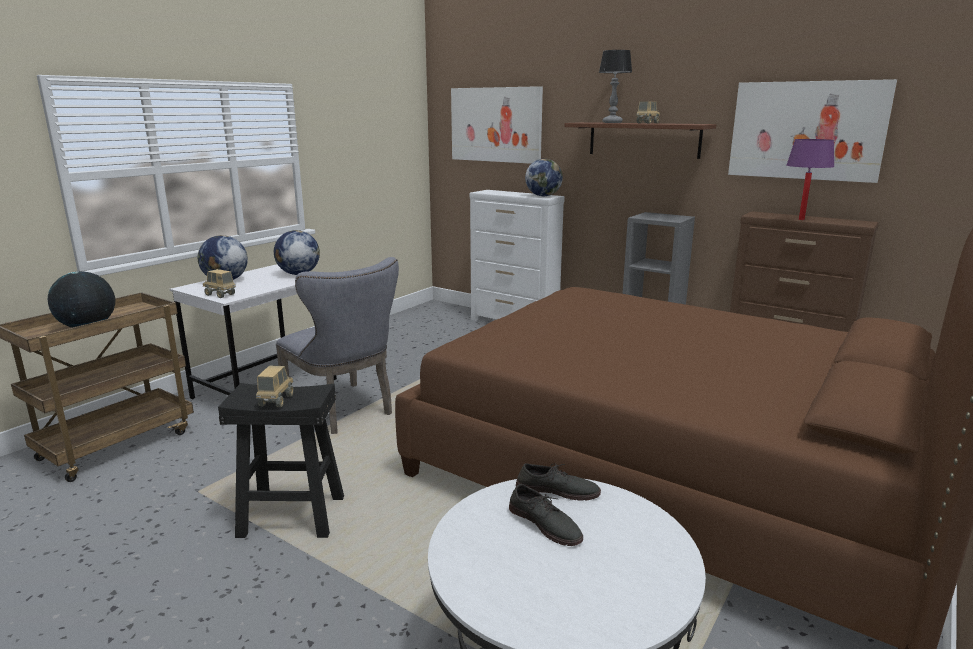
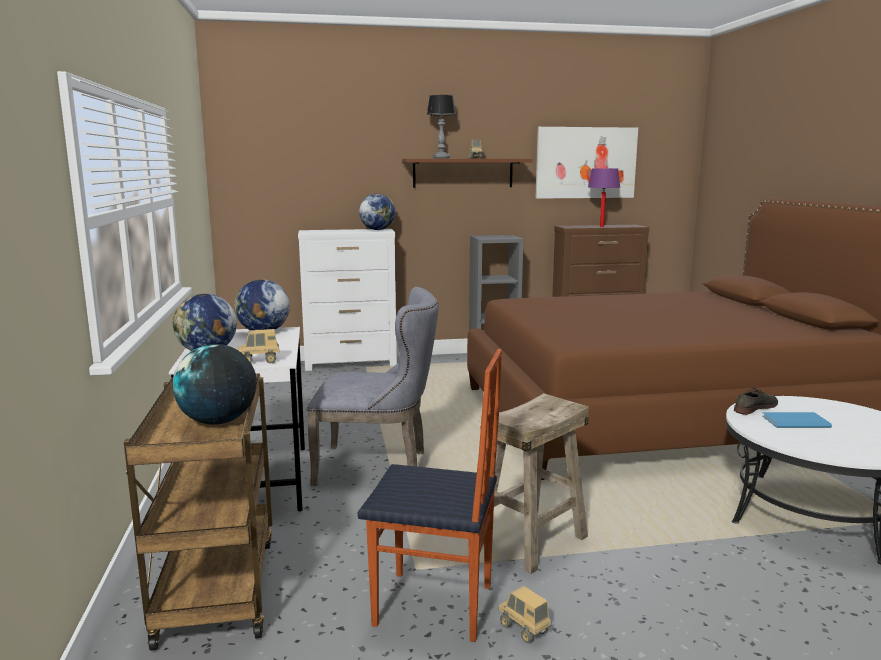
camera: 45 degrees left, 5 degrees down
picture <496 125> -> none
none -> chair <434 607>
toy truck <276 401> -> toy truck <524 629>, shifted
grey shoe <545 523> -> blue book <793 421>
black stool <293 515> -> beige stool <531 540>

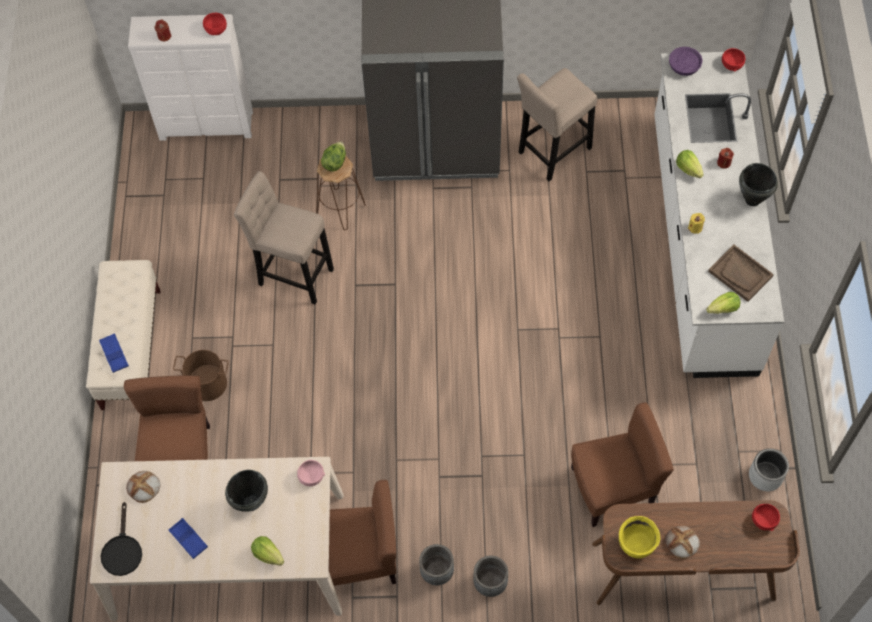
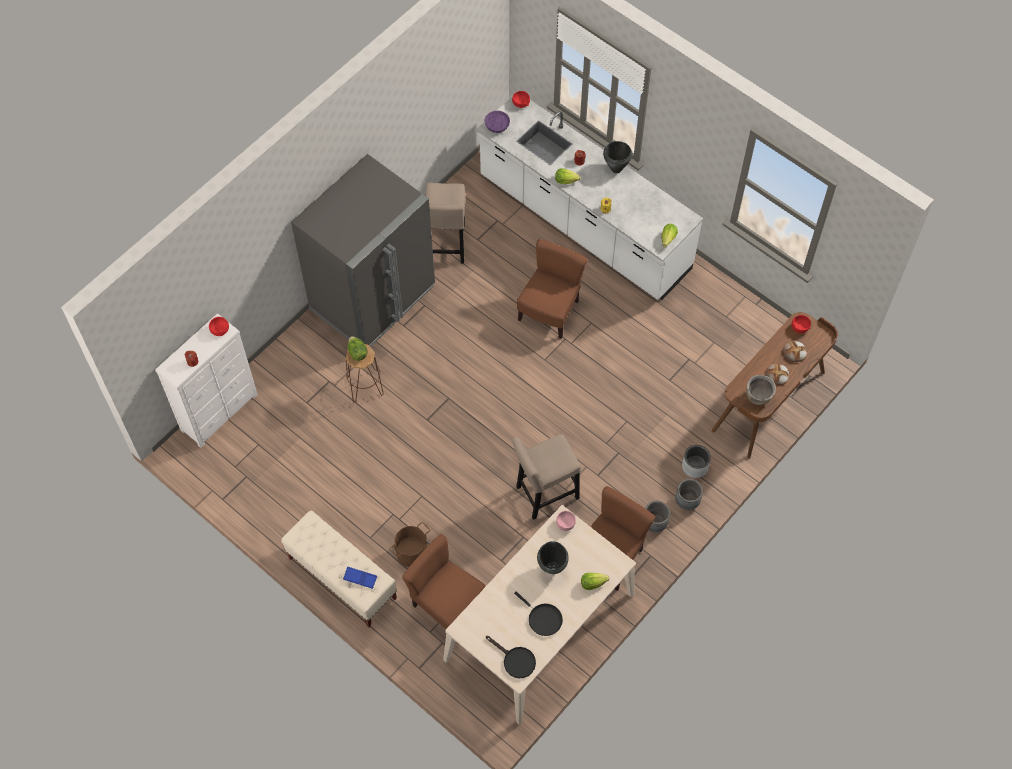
camera: 50 degrees left, 0 degrees up
brown tray <740 274> -> none
bread <144 487> -> bread <794 353>, shifted
beige stool <292 274> -> beige stool <544 494>, shifted
brown chair <612 488> -> brown chair <549 311>, shifted
grey planter <765 476> -> grey planter <695 466>, shifted
blue tray <188 539> -> black frying pan <543 619>
yellow cooking pot <636 545> -> brown cooking pot <758 397>

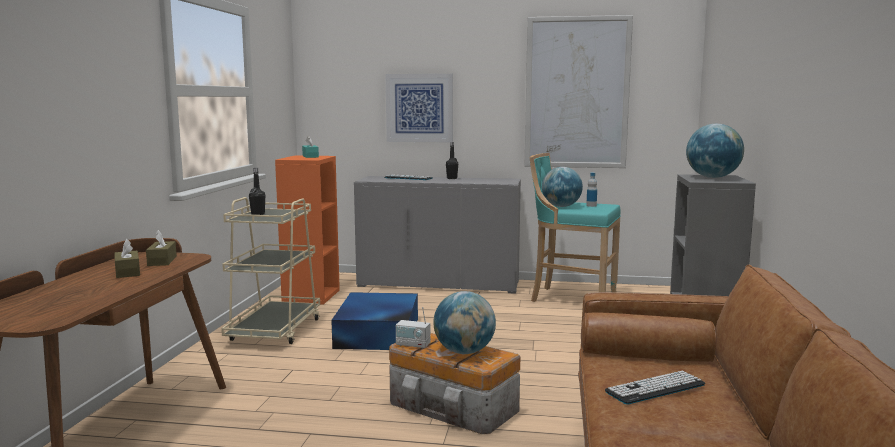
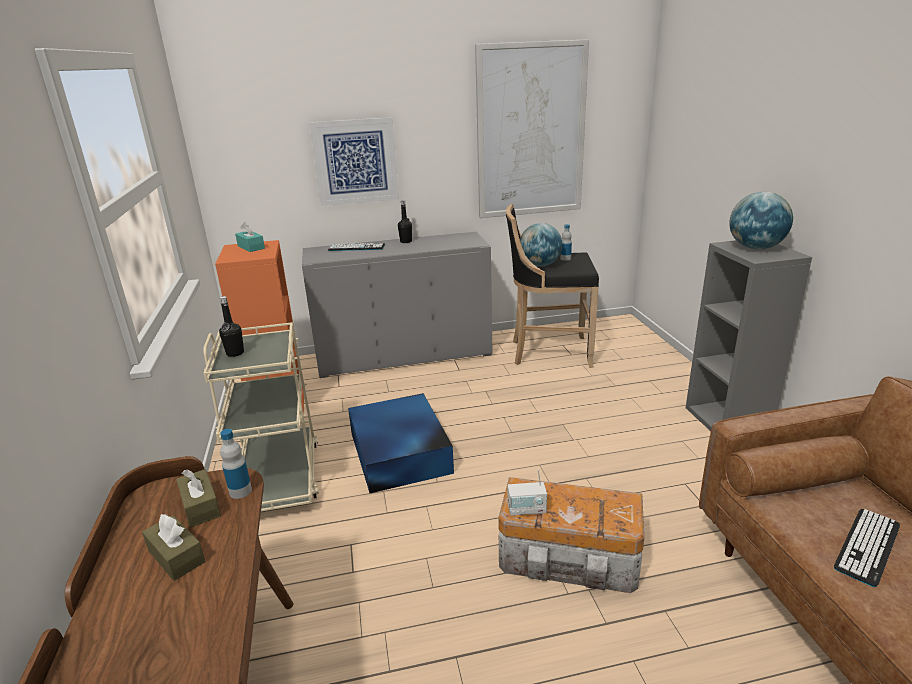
camera: 20 degrees left, 15 degrees up
globe <464 352> -> none
none -> bottle <240 491>
turquoise stool <571 298> -> black stool <548 352>

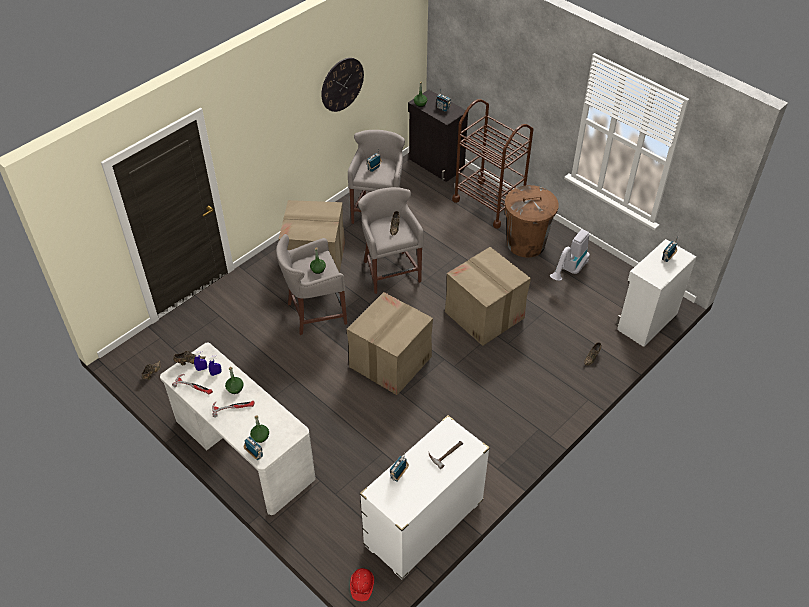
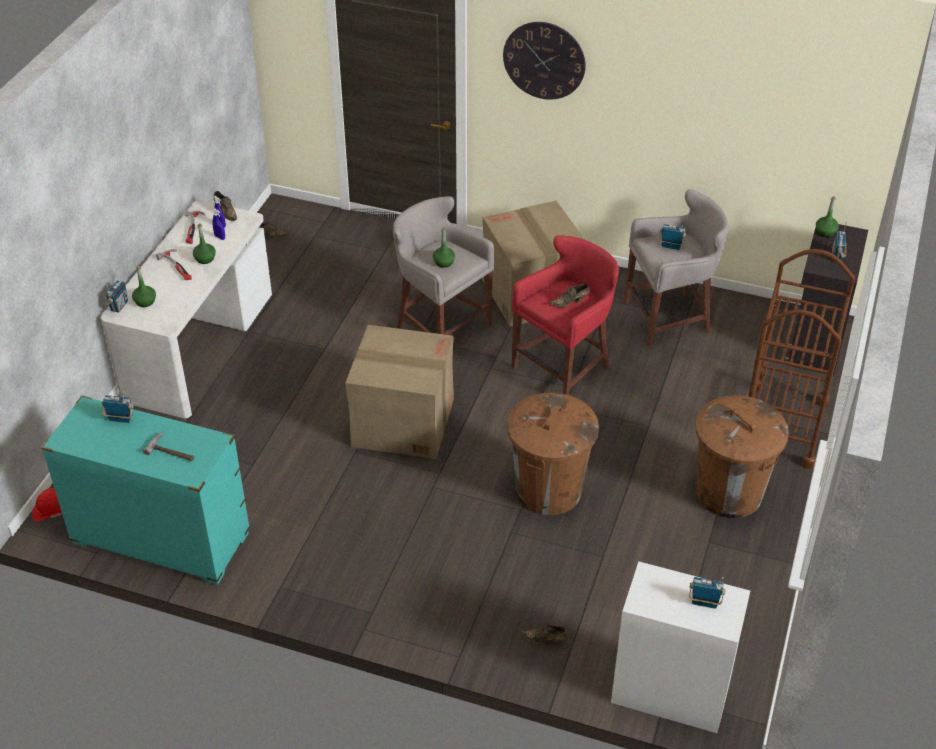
camera: 65 degrees right, 5 degrees down
vacuum cleaner <569 271> -> none
wall clock <342 84> -> wall clock <544 60>, shifted
cardboard box <485 315> -> brown trash can <548 490>
grey stool <390 270> -> red stool <564 368>
white dresser <424 524> -> turquoise dresser <161 539>

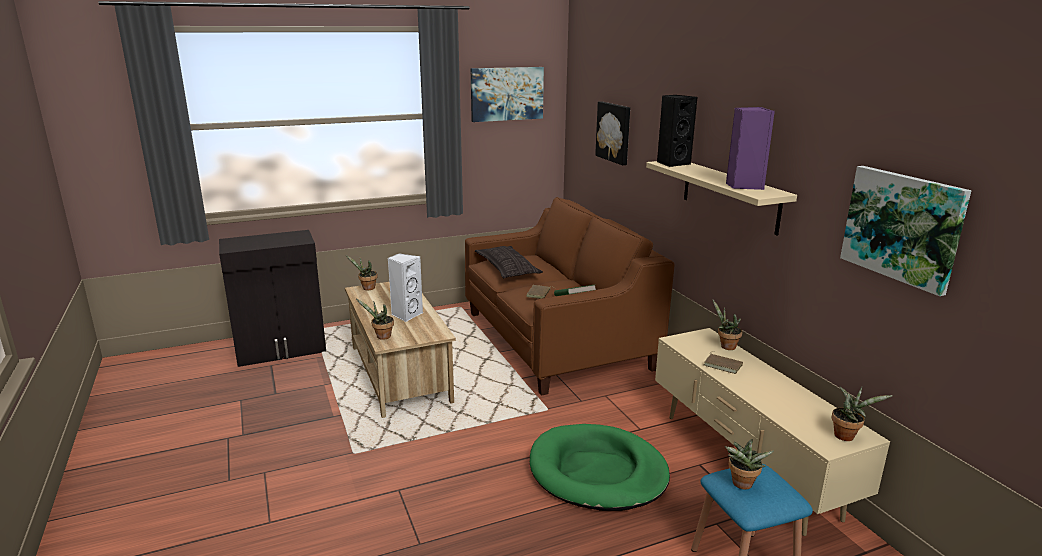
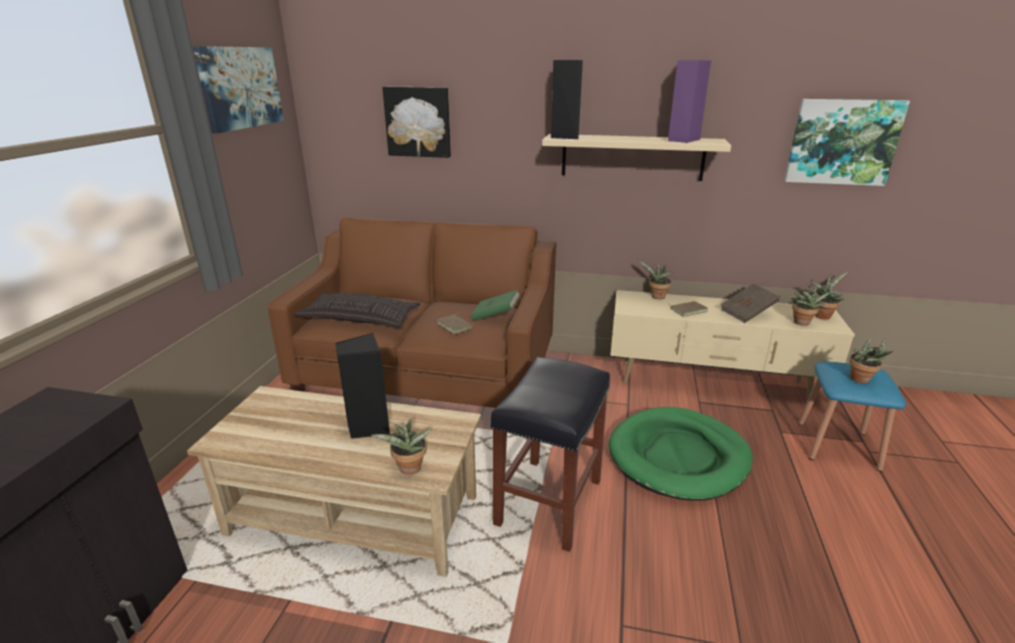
camera: 55 degrees left, 5 degrees up
none -> black stool <549 501>
none -> brown book <747 313>
potted plant <367 288> -> potted plant <802 323>, shifted
white speaker <406 315> -> black speaker <368 427>

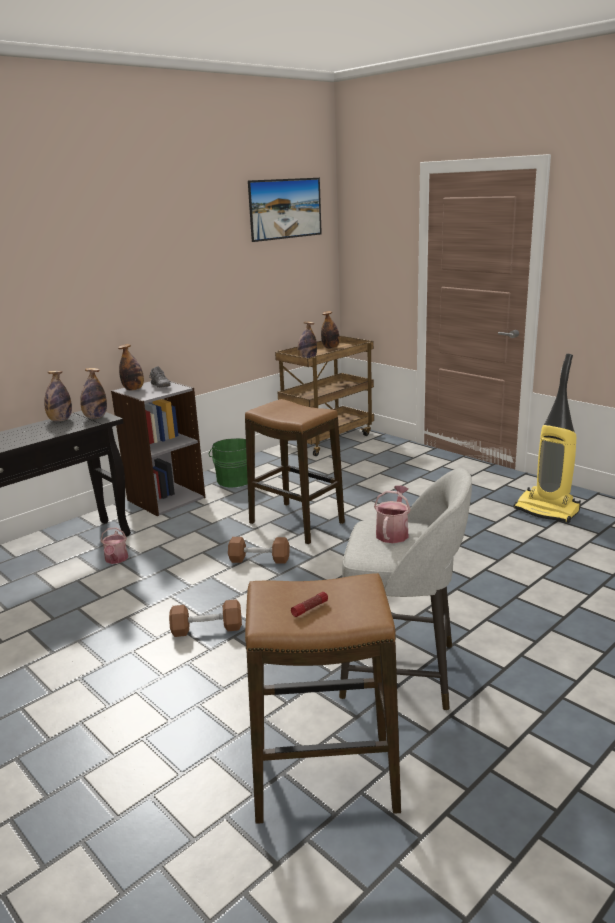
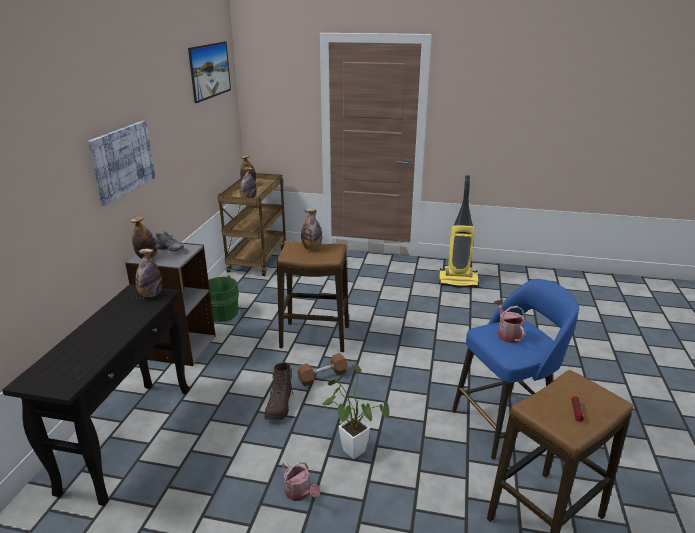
camera: 35 degrees left, 5 degrees up
none -> picture <122 160>
none -> brown boot <280 406>
bottle <60 420> -> bottle <312 248>, shifted
watering can <116 560> -> watering can <300 493>, shifted
brown dumbbell <207 629> -> potted plant <351 448>
grey stool <403 671> -> blue stool <504 423>

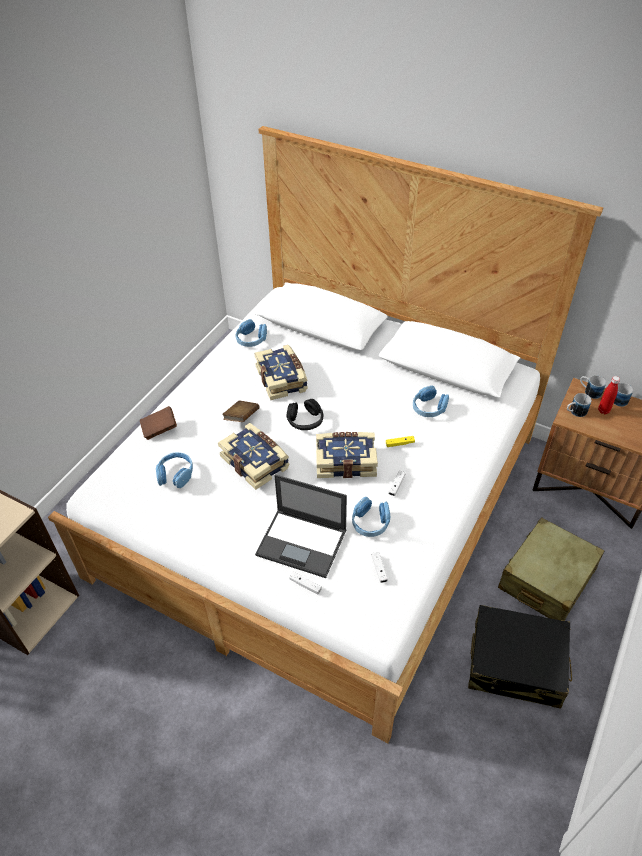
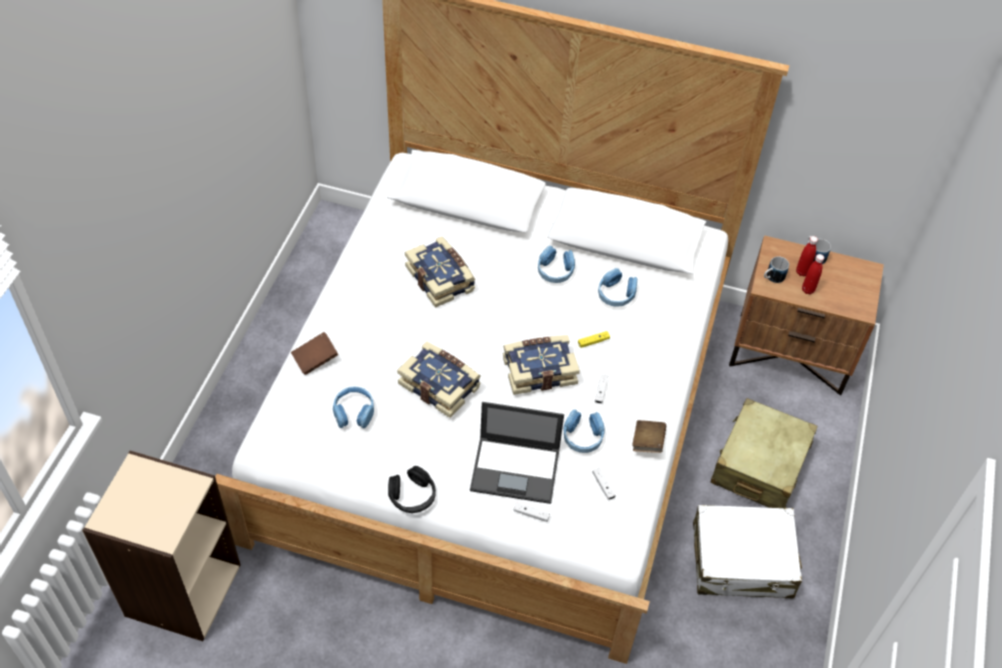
camera: 15 degrees left, 5 degrees up
mug <589 391> -> none
none -> red bottle <807 290>
brown book <241 418> -> brown book <647 442>, shifted
blue headphones <251 339> -> blue headphones <555 271>, shifted
black headphones <305 421> -> black headphones <412 496>, shifted
black suitcase <516 664> -> white suitcase <742 561>

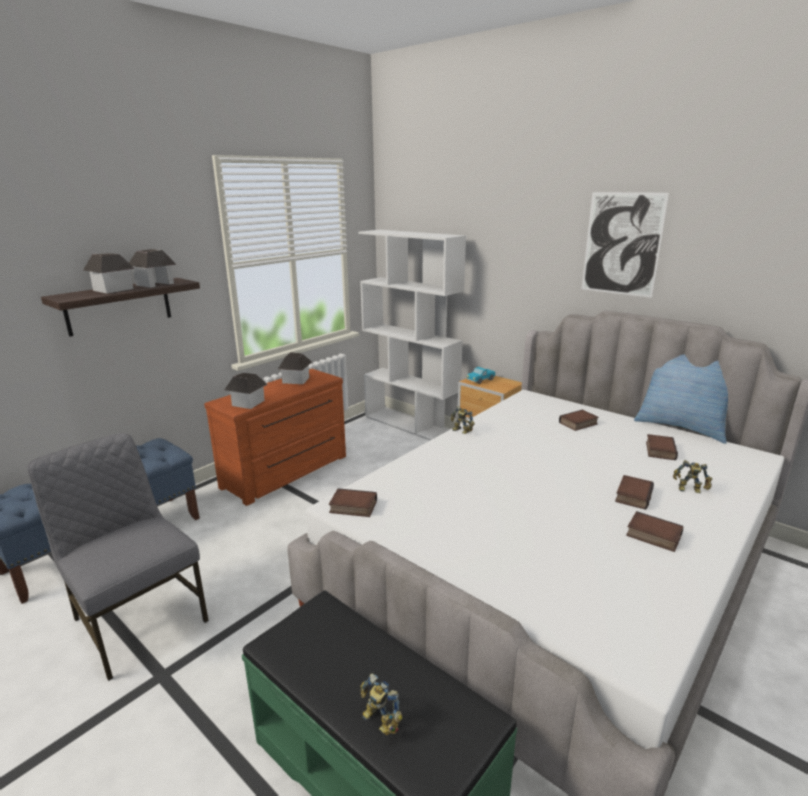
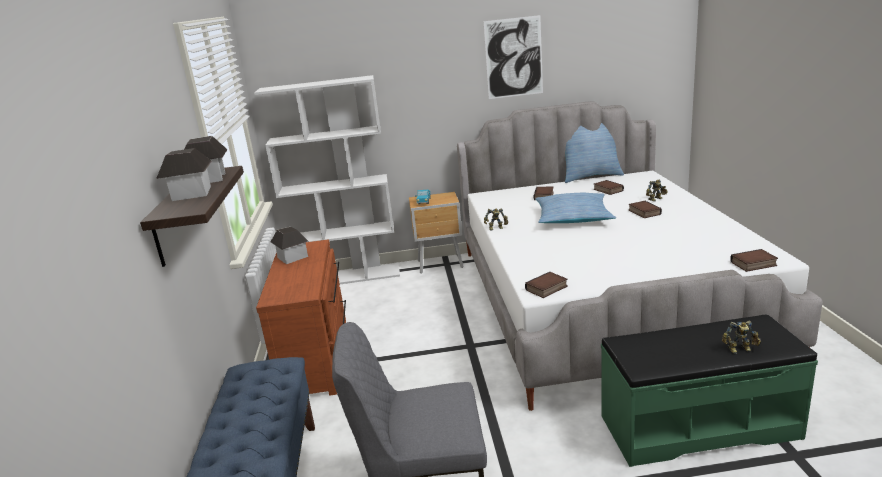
camera: 45 degrees left, 0 degrees up
toy house <248 403> -> none
none -> pillow <573 217>
book <652 536> -> book <753 264>, shifted

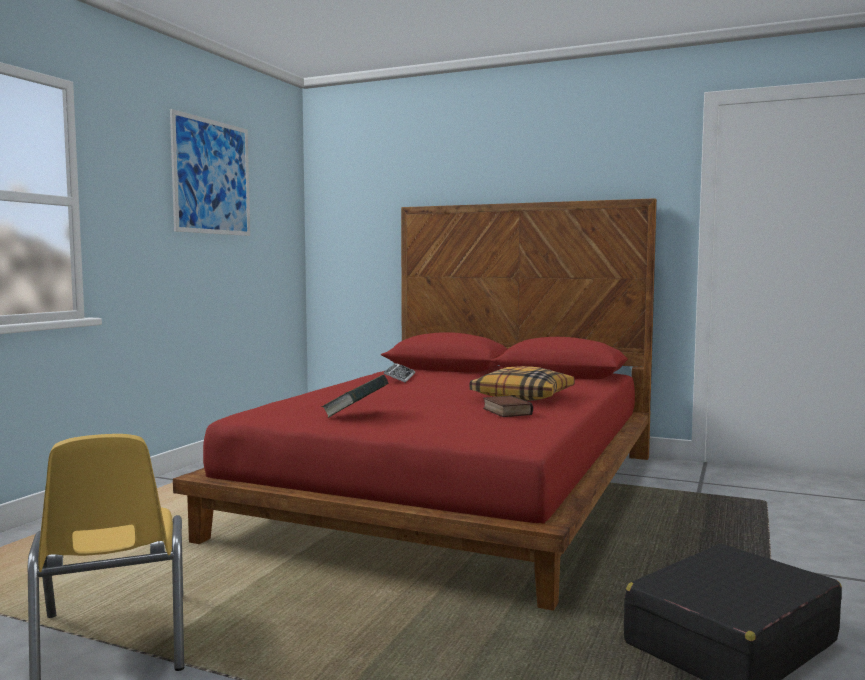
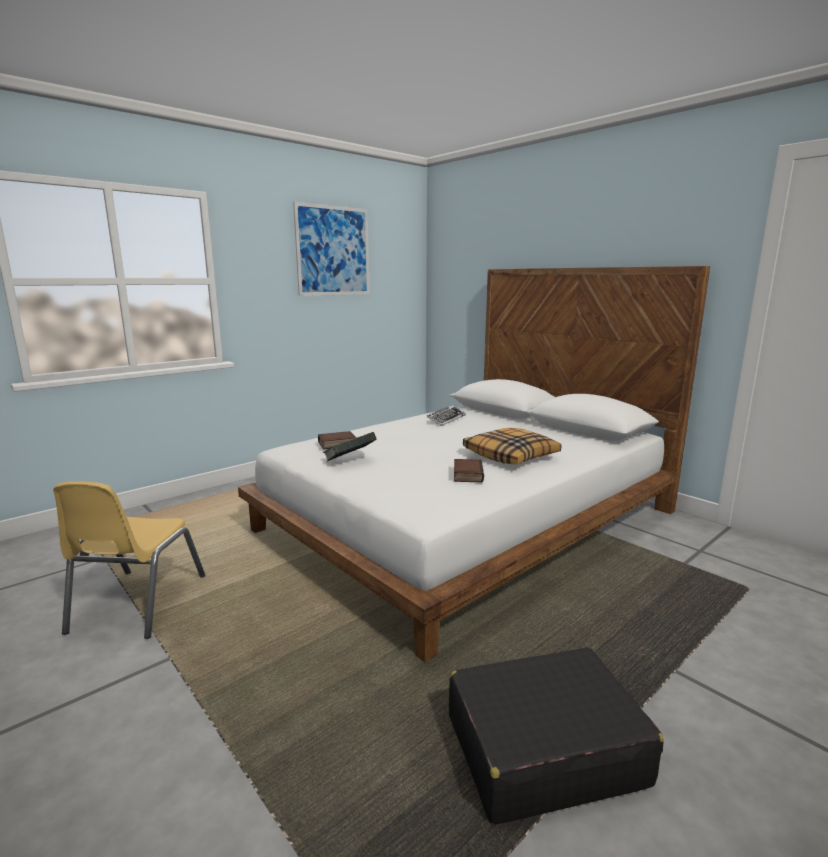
camera: 25 degrees right, 10 degrees up
none -> book <336 444>
red bed <457 493> -> white bed <468 521>

